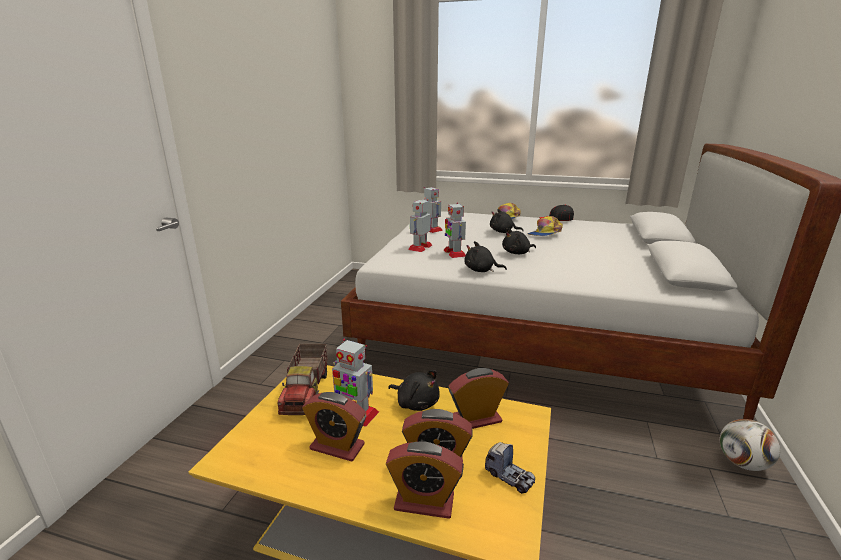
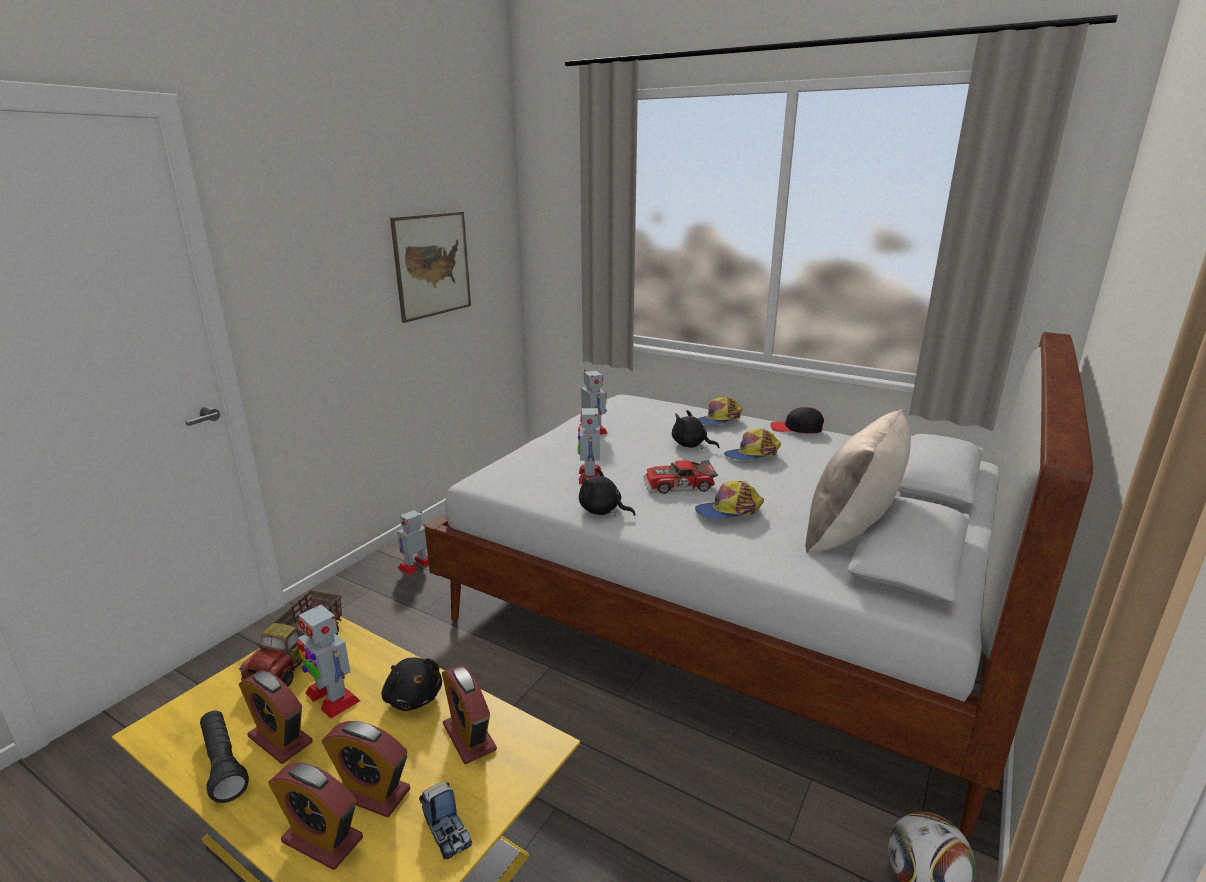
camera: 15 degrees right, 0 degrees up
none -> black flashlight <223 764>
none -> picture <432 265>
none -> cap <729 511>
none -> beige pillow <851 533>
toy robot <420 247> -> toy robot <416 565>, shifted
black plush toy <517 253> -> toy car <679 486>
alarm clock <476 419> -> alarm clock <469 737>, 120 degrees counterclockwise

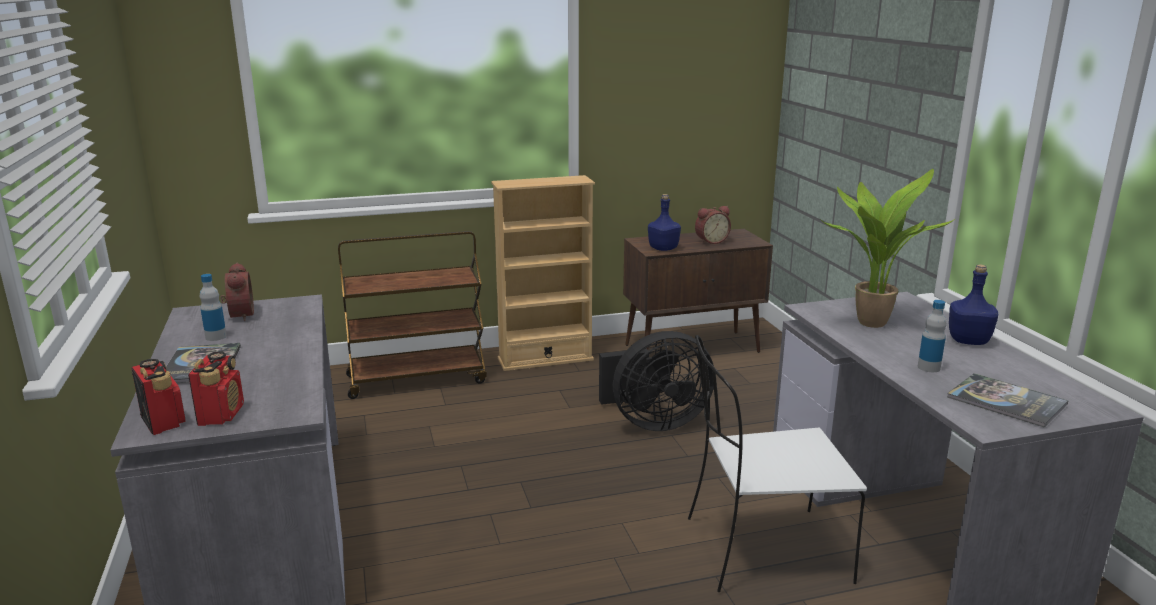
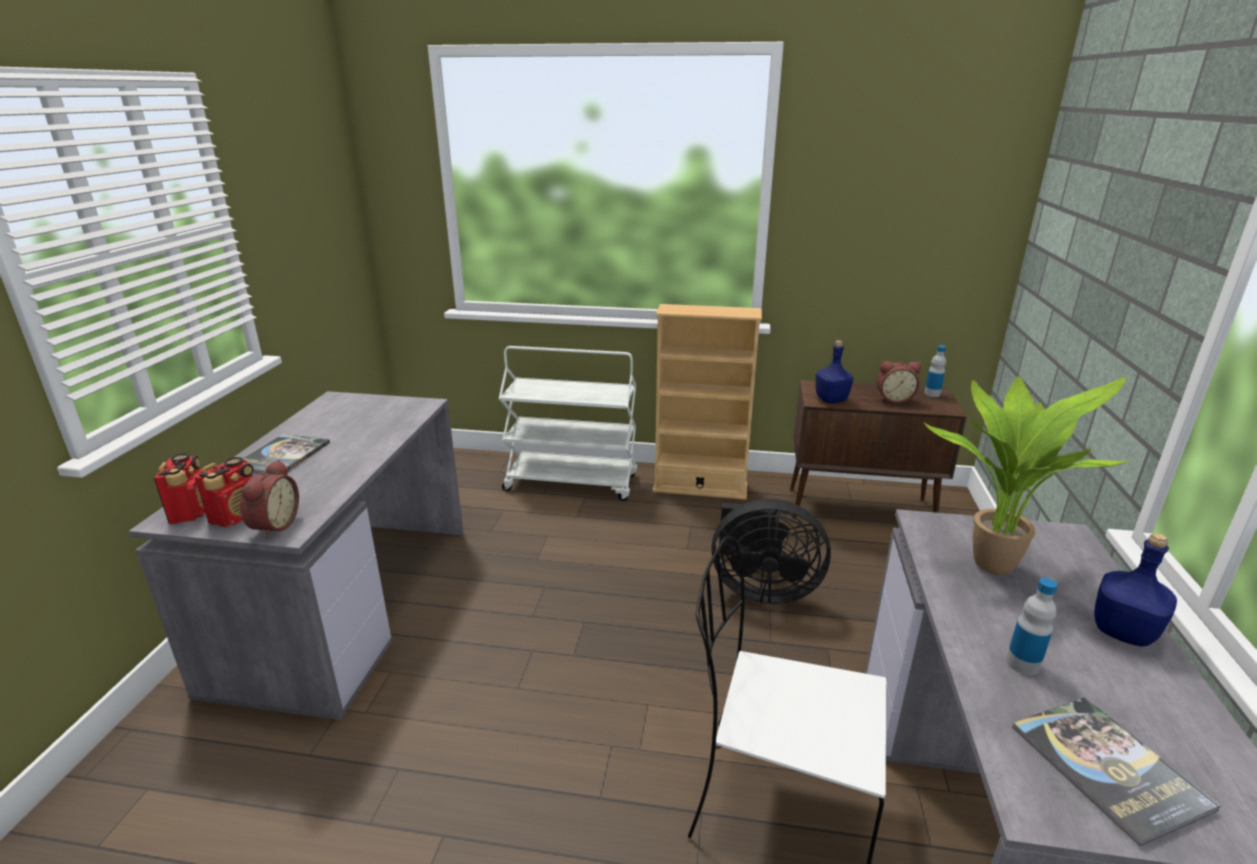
camera: 25 degrees right, 5 degrees up
bottle <216 337> -> bottle <932 394>, shifted
alarm clock <239 315> -> alarm clock <273 525>, shifted
brown cart <417 378> -> white cart <572 482>

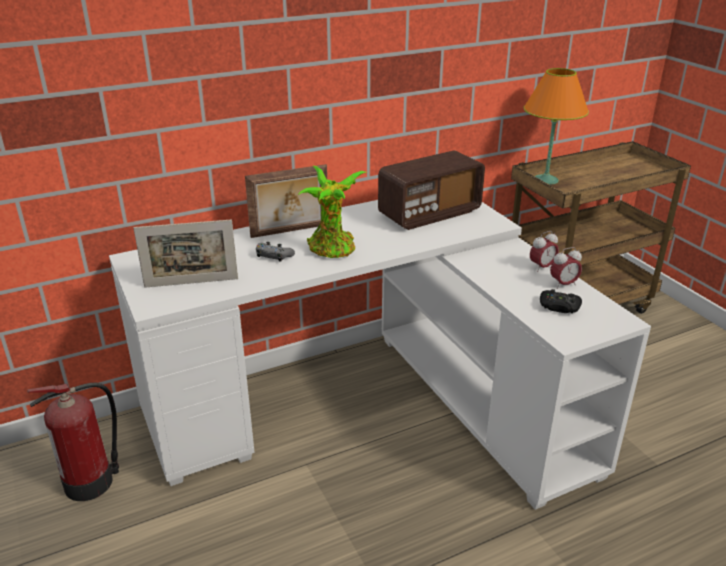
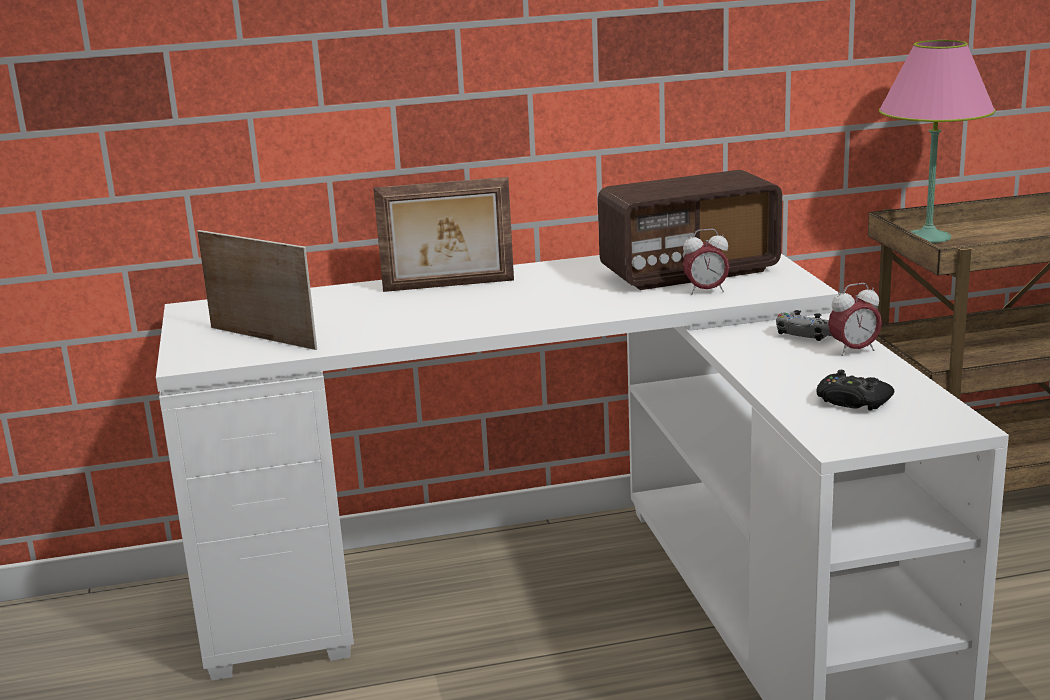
camera: 15 degrees right, 10 degrees down
fire extinguisher <92 482> -> none
potted plant <333 250> -> none
grey game controller <274 256> -> grey game controller <806 335>, shifted
alarm clock <563 284> -> alarm clock <705 291>, shifted
orange table lamp <546 180> -> pink table lamp <928 237>
picture frame <191 283> -> picture frame <262 338>, 150 degrees counterclockwise

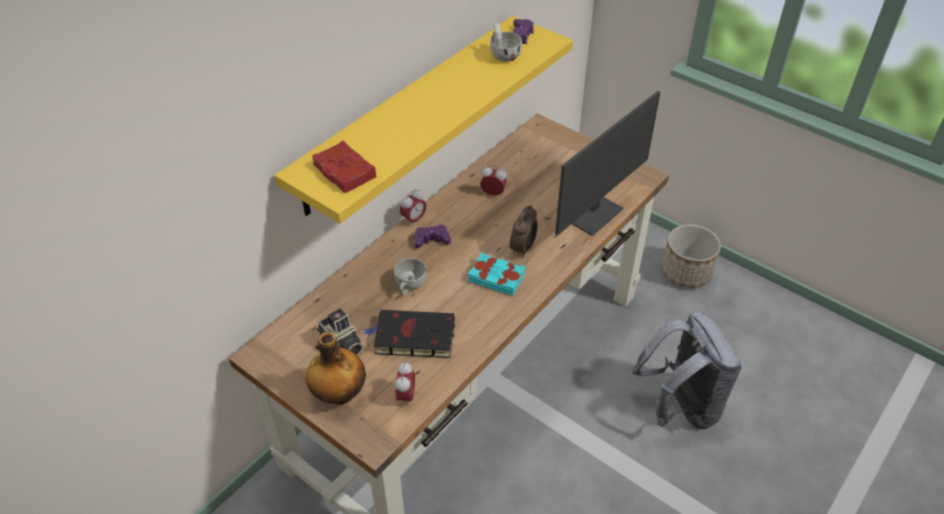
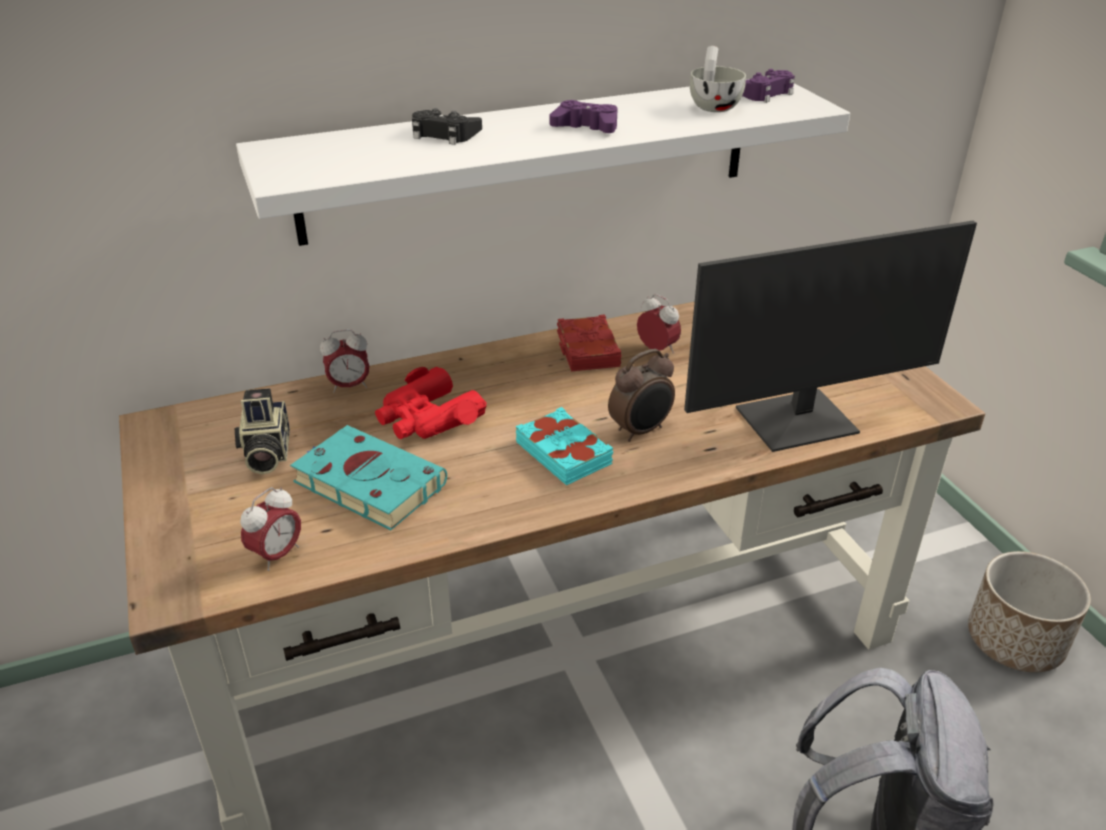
camera: 30 degrees right, 10 degrees down
bottle <339 394> -> none
none -> black game controller <444 134>
red book <344 172> -> red book <587 350>, shifted
alarm clock <414 220> -> alarm clock <349 386>, shifted
purple game controller <431 240> -> purple game controller <586 127>, shifted
white cup <409 286> -> red binoculars <427 418>
yellow shelf <408 113> -> white shelf <531 158>
black book <412 337> -> turquoise book <366 482>

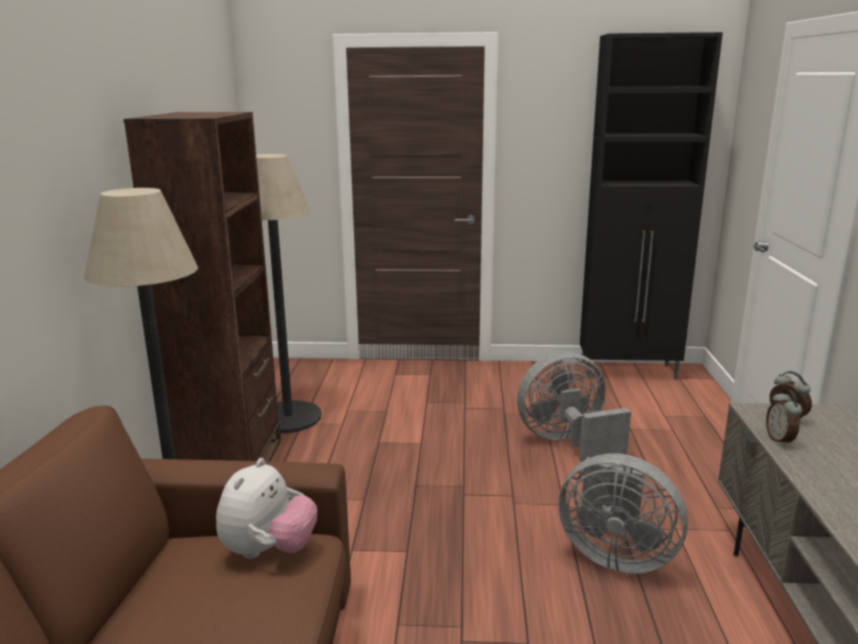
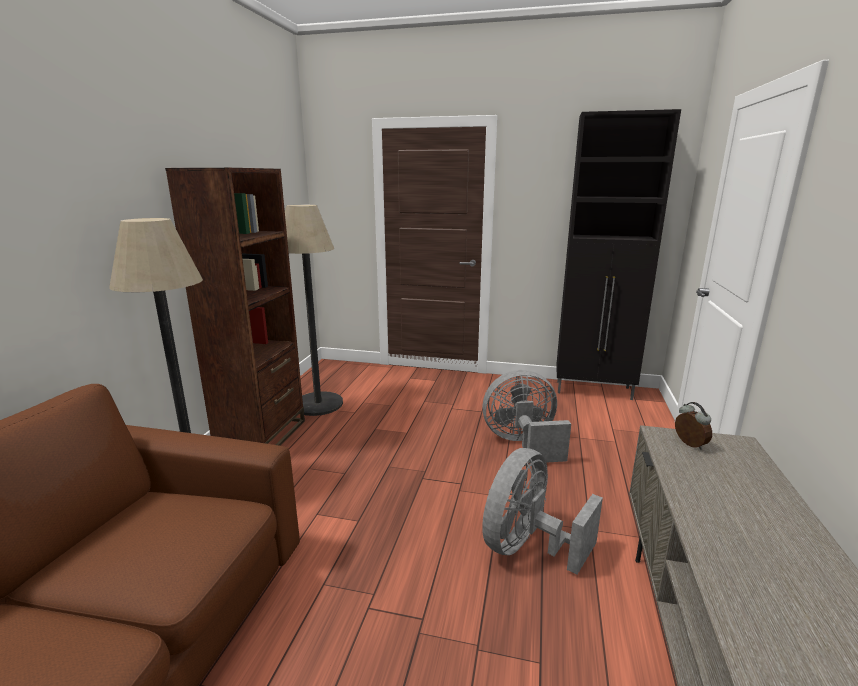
camera: 10 degrees right, 0 degrees up
plush toy <268 551> -> none
alarm clock <780 440> -> none
grey fan <615 555> -> grey fan <528 547>, 90 degrees clockwise

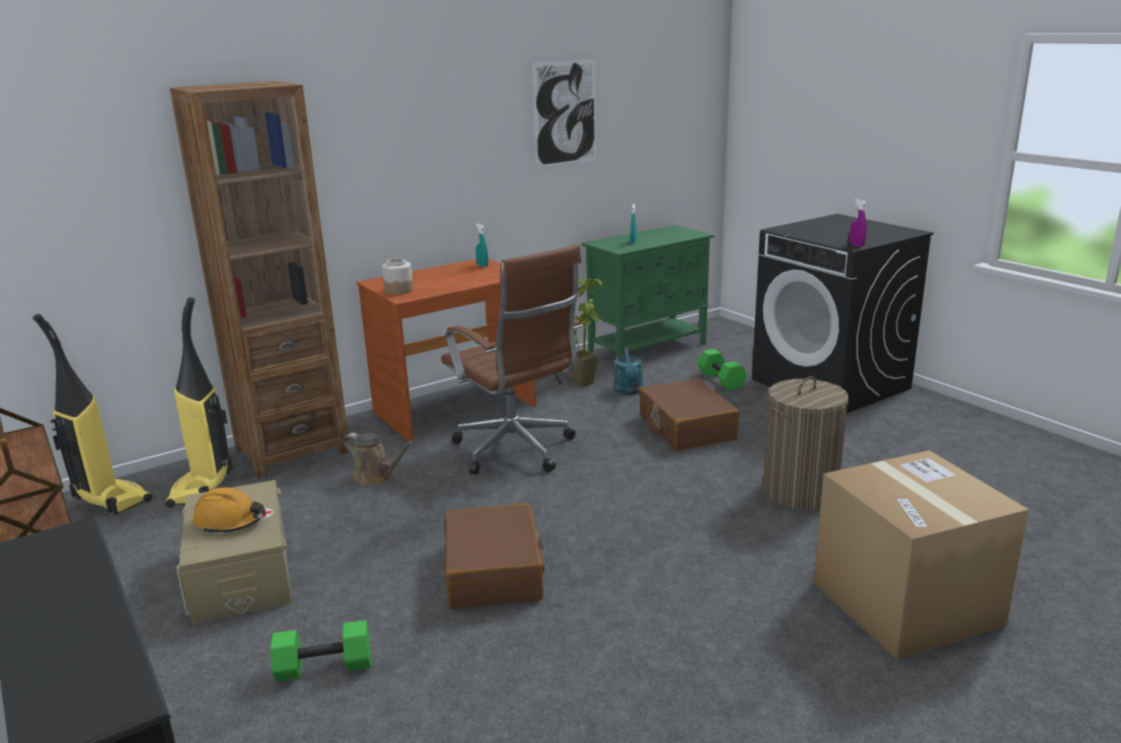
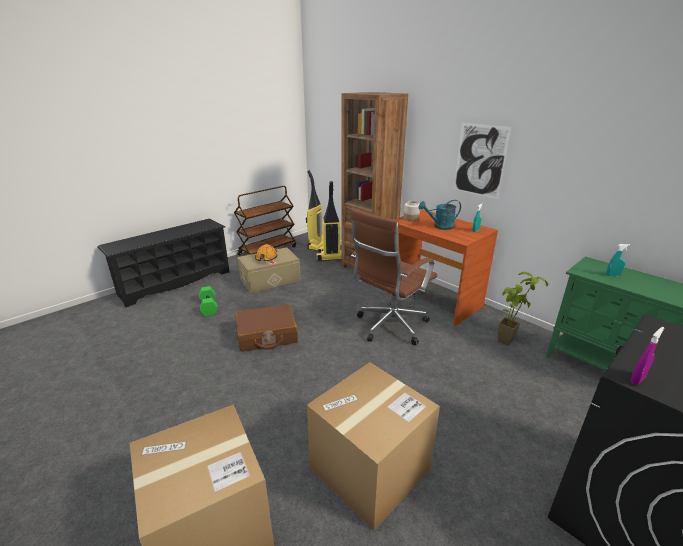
camera: 80 degrees right, 5 degrees up
brown watering can <376 477> -> none
brown suitcase <686 427> -> none
green dumbbell <722 380> -> none
picture <565 113> -> picture <480 160>, shifted
turquoise watering can <629 391> -> turquoise watering can <440 227>, shifted
laundry basket <800 492> -> cardboard box <370 468>

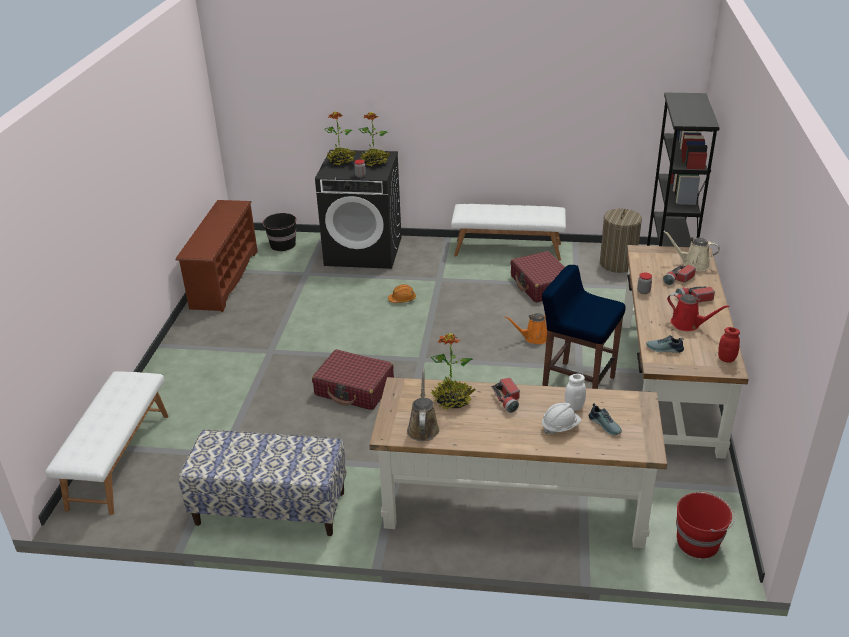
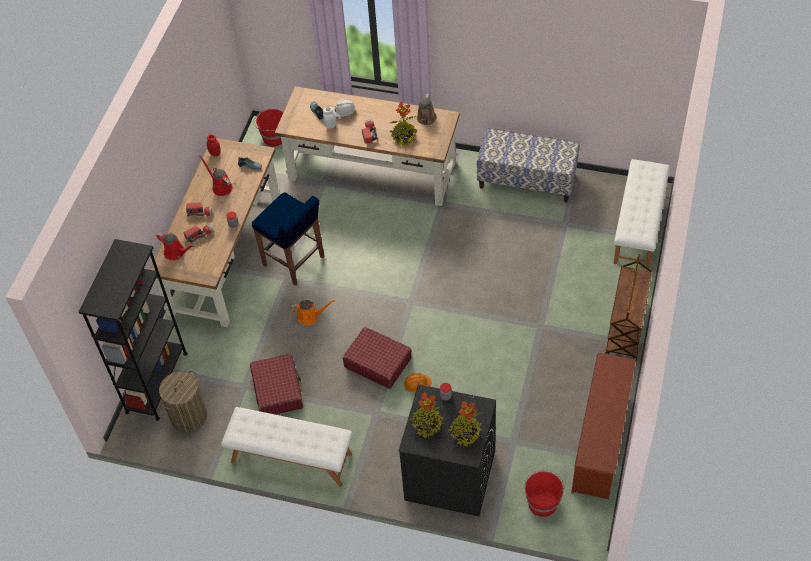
camera: 170 degrees left, 20 degrees up
none -> brown cart <626 330>
red suitcase <354 389> -> red suitcase <377 362>, shifted
black bucket <283 245> -> red bucket <542 502>
beige watering can <693 264> -> red watering can <176 252>

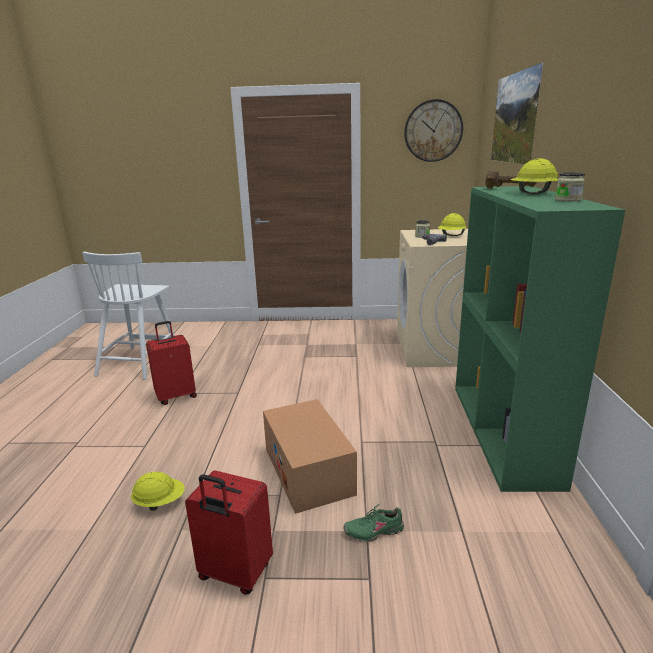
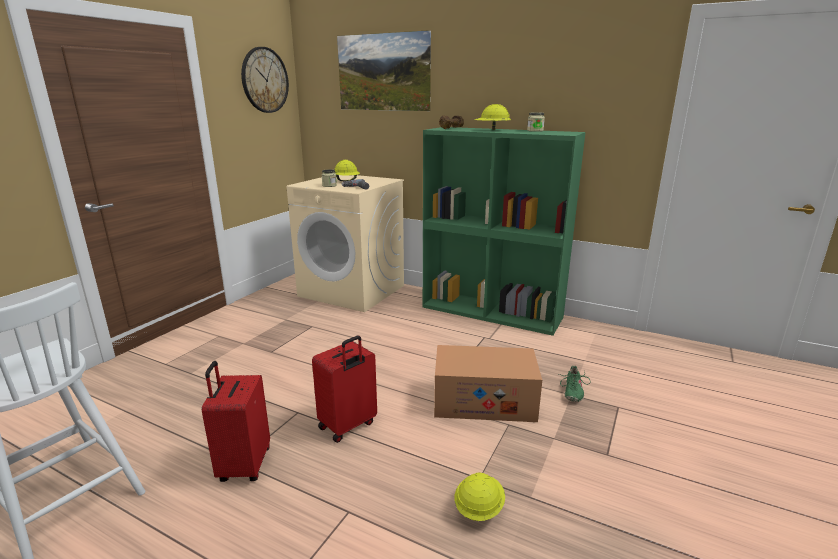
camera: 65 degrees left, 0 degrees up
red suitcase <234 574> -> red suitcase <348 426>, shifted

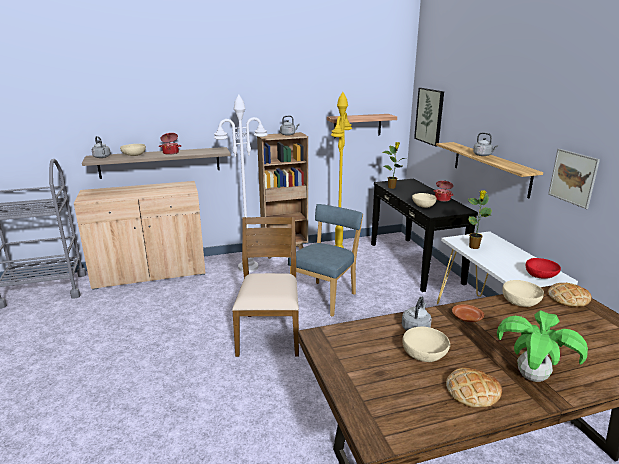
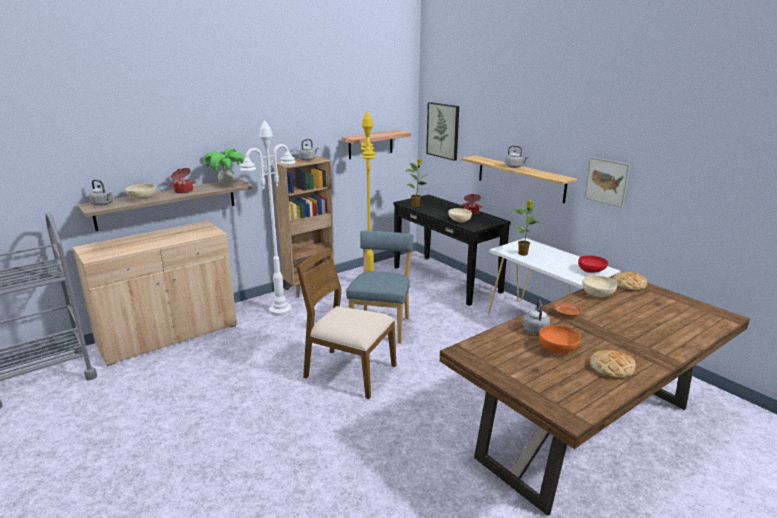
camera: 20 degrees left, 0 degrees up
potted plant <531 377> -> potted plant <227 184>, shifted
beige bowl <424 355> -> orange bowl <558 348>
brown chair <270 333> -> brown chair <349 372>, 45 degrees counterclockwise

